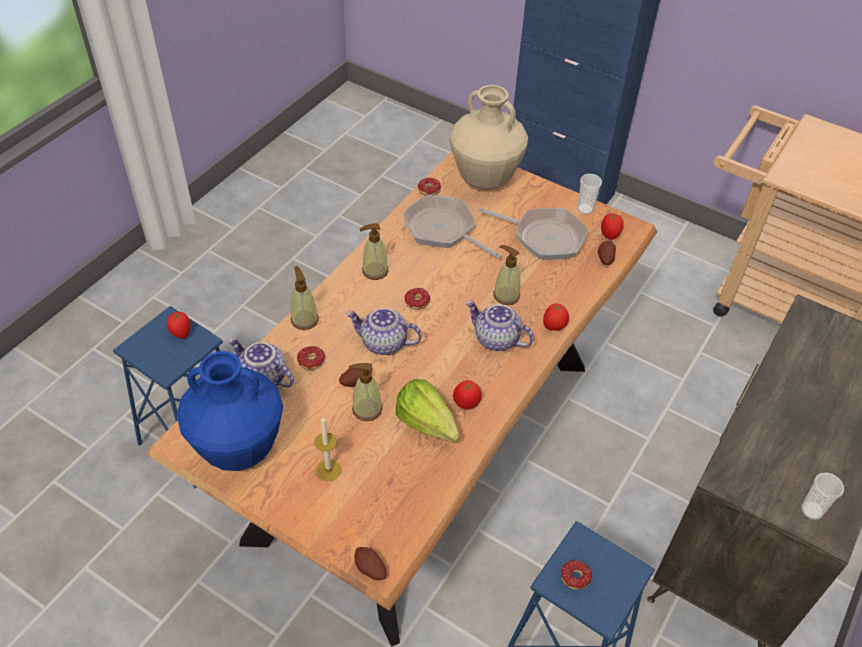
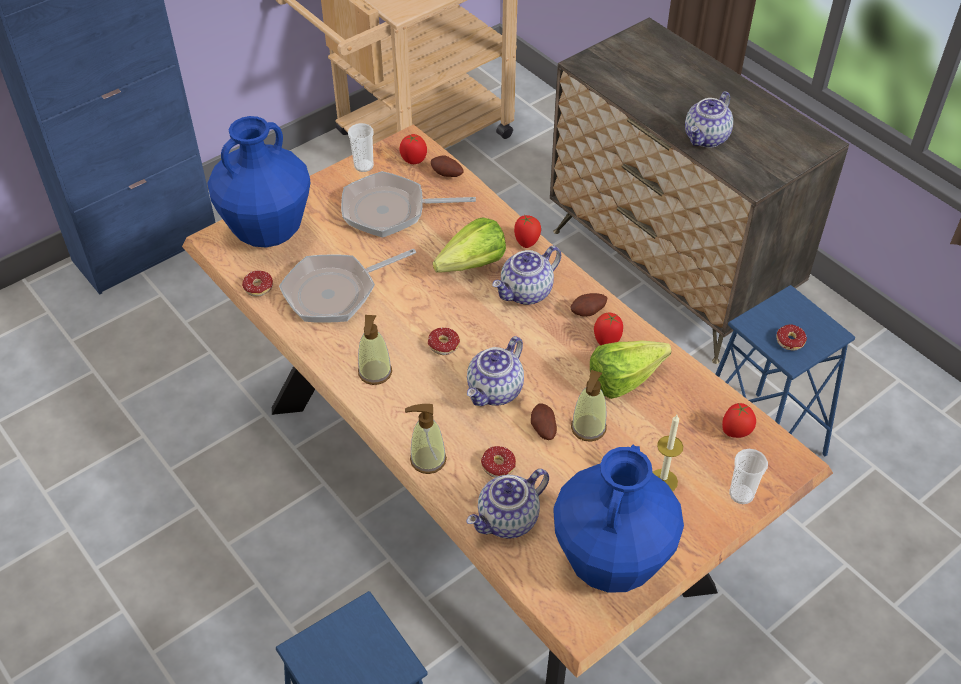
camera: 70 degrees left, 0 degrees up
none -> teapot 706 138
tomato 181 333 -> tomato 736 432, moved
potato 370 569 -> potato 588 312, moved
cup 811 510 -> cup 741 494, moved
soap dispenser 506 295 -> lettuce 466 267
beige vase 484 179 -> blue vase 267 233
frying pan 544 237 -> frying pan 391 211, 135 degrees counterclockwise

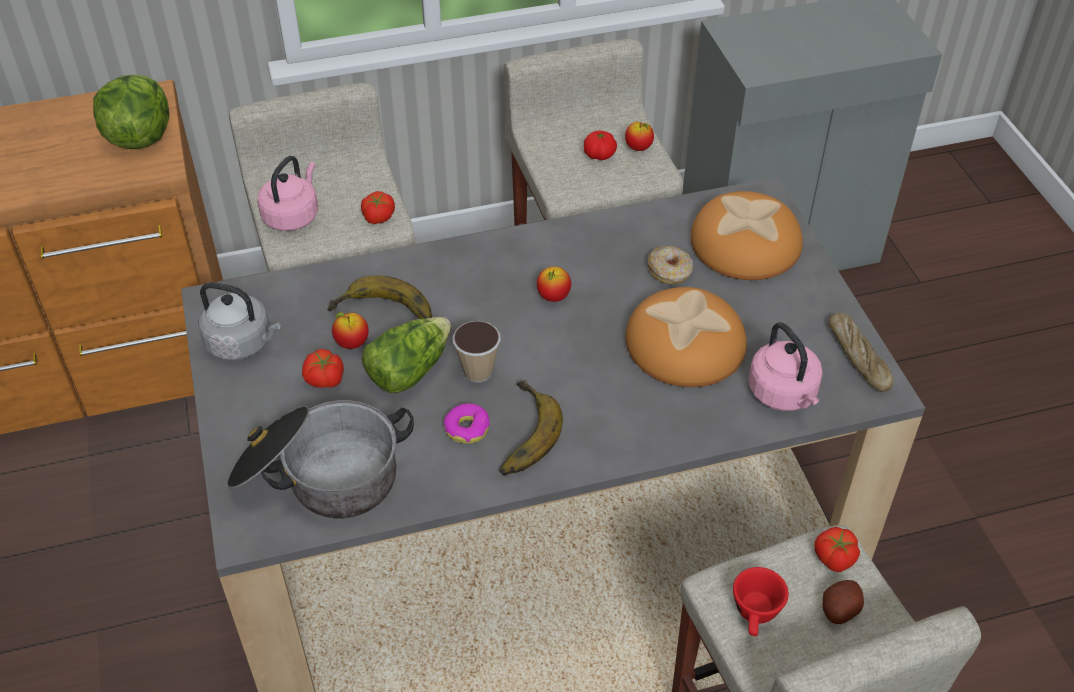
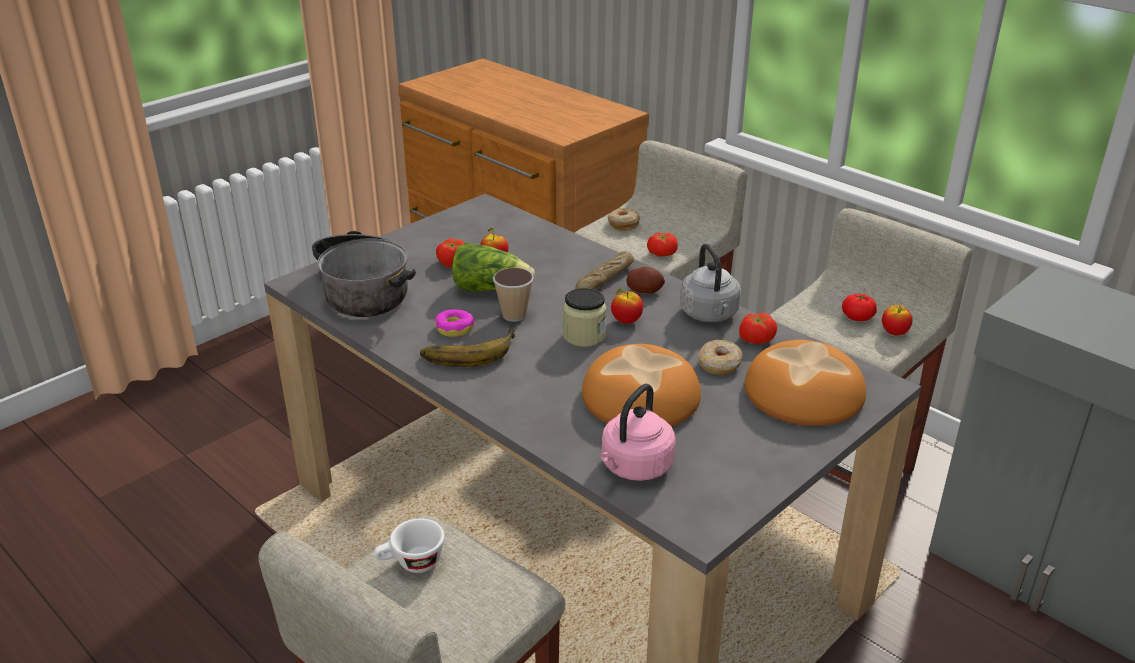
camera: 60 degrees right, 15 degrees down
lettuce 139 137 -> none
banana 383 314 -> none
none -> jar 584 336
grey kettle 242 343 -> grey kettle 710 315, moved
tomato 834 557 -> tomato 755 338, moved
potato 839 610 -> potato 644 291, moved
bread 858 357 -> bread 605 279, moved
pink kettle 292 216 -> donut 623 224
red cup 756 615 -> white cup 411 563

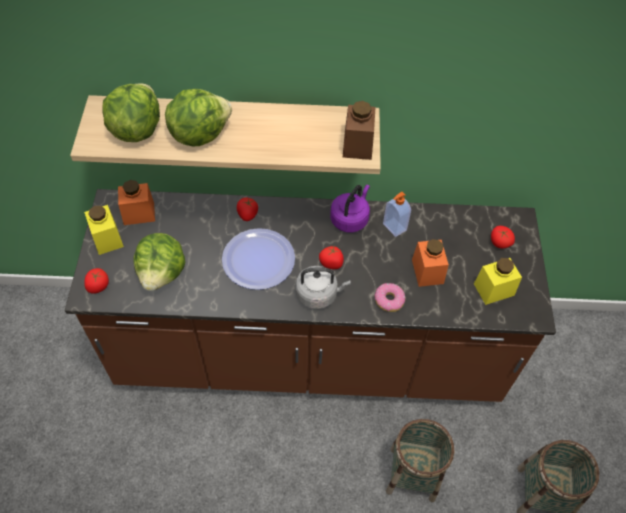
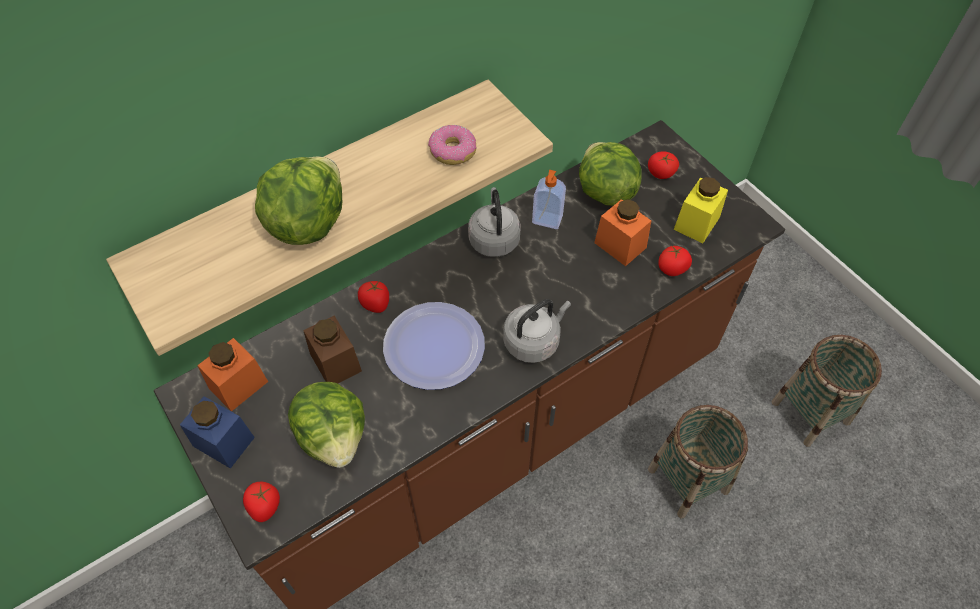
camera: 35 degrees left, 0 degrees up
lettuce 136 129 -> lettuce 605 192, moved
tomato 331 263 -> tomato 672 268, moved
brown jar 358 145 -> brown jar 335 362, moved
donut 389 300 -> donut 452 151, moved
yellow jar 107 238 -> blue jar 223 441
purple kettle 350 218 -> grey kettle 494 239

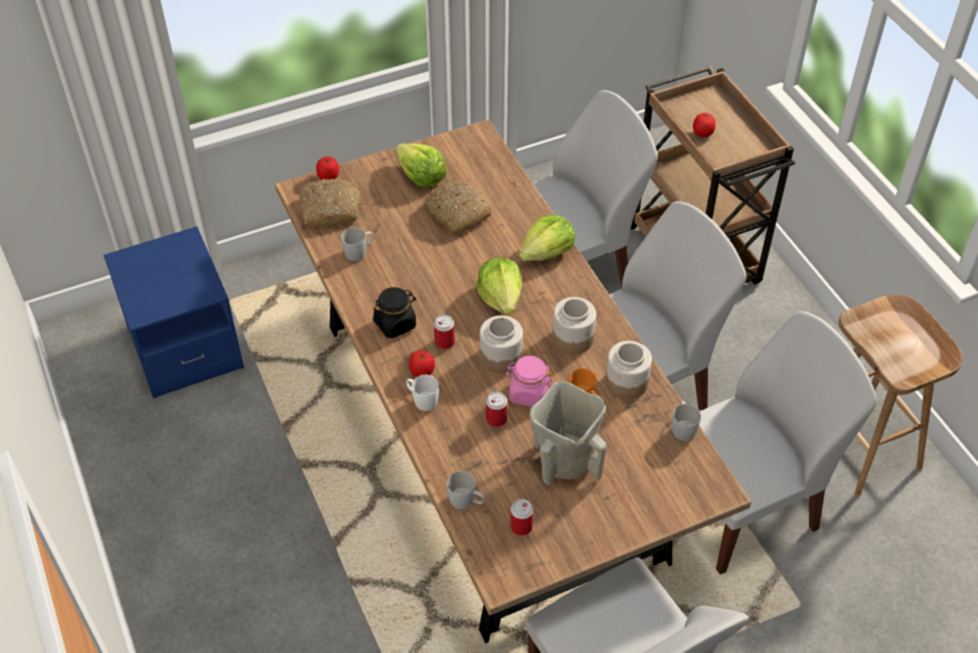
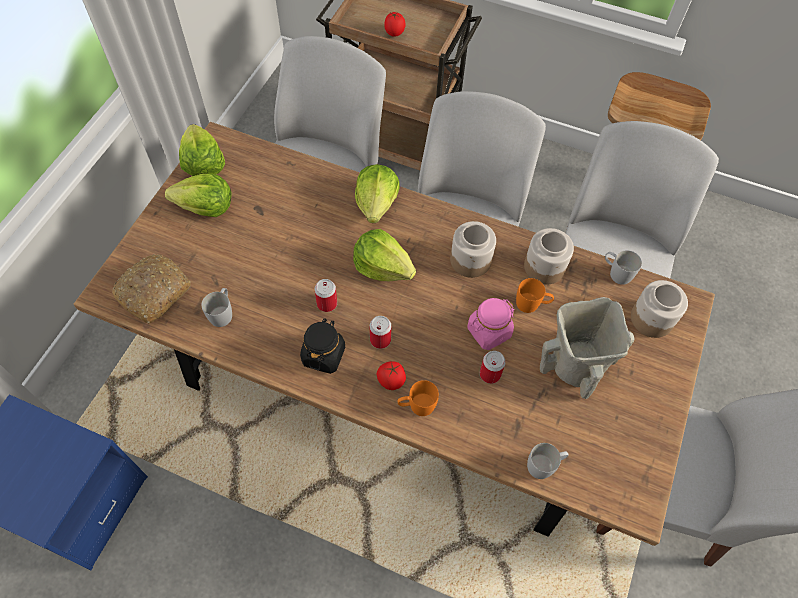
camera: 45 degrees left, 10 degrees up
tomato 329 177 -> none
bread 456 213 -> none
none -> lettuce 203 164
jar 501 356 -> jar 651 318, moved
can 521 526 -> can 327 303, moved
white mug 421 399 -> orange mug 416 406

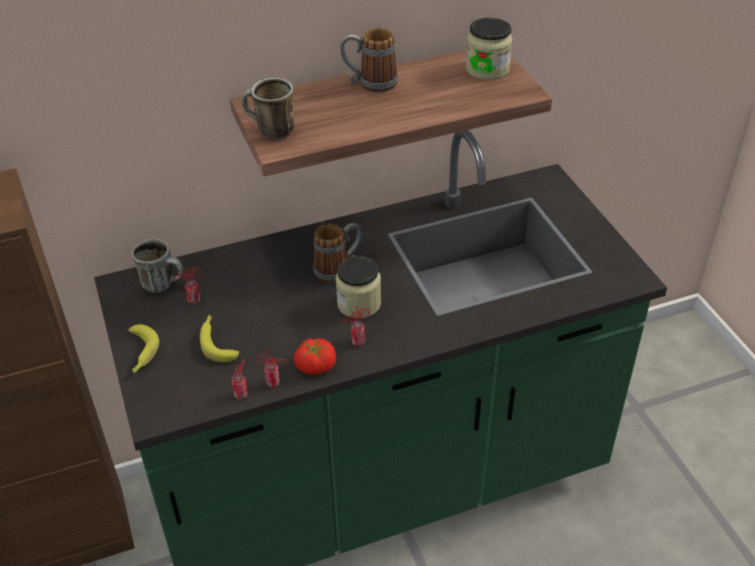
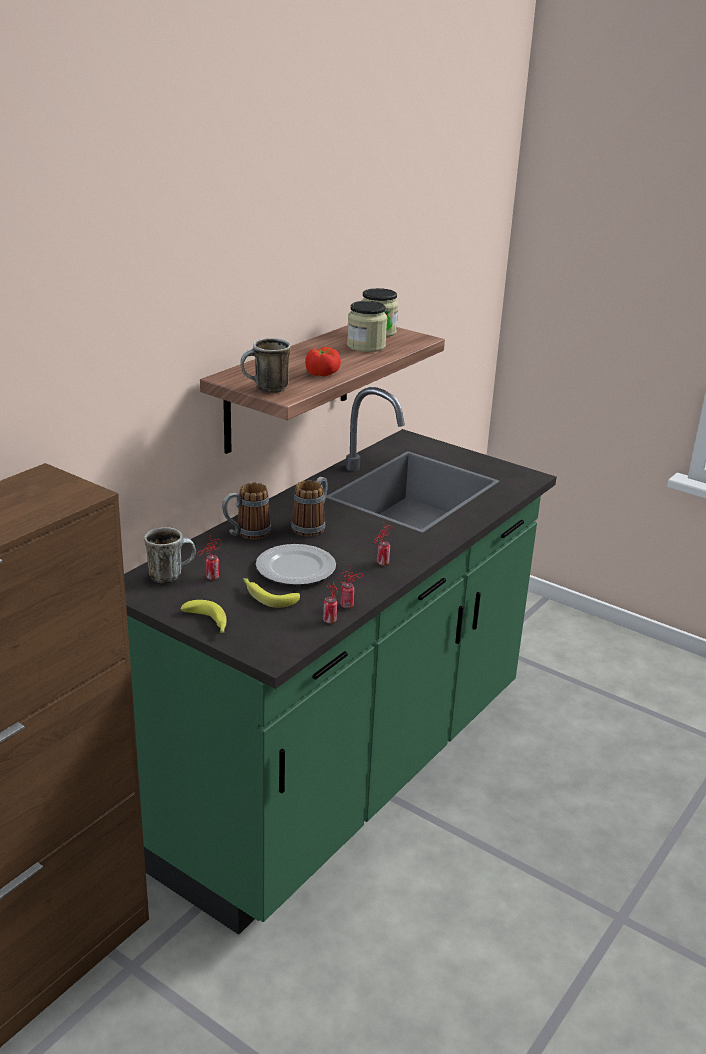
camera: 35 degrees left, 15 degrees down
none -> plate 295 569
tomato 315 365 -> tomato 321 373, moved
jar 359 304 -> jar 366 346, moved
mug 369 83 -> mug 246 534, moved

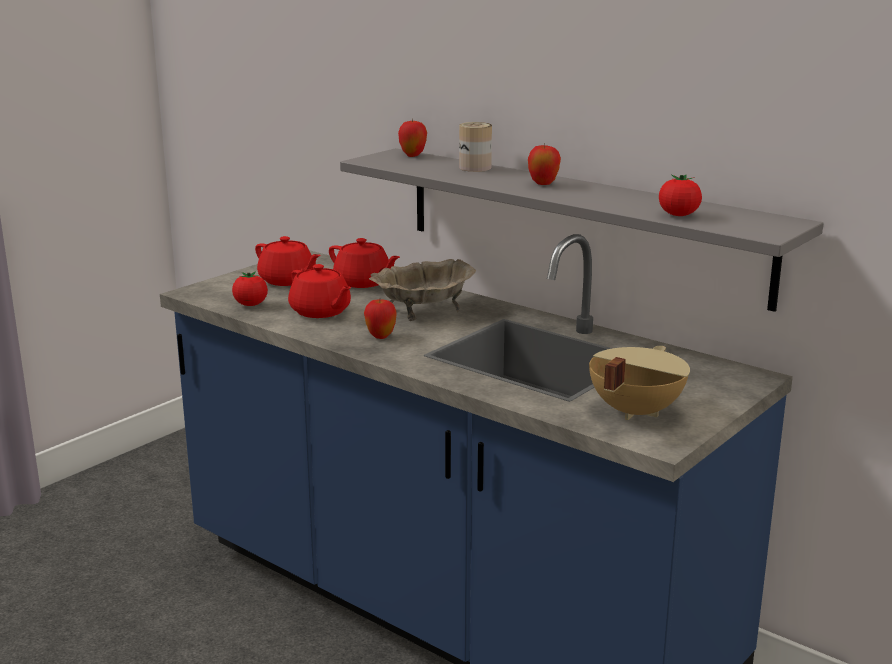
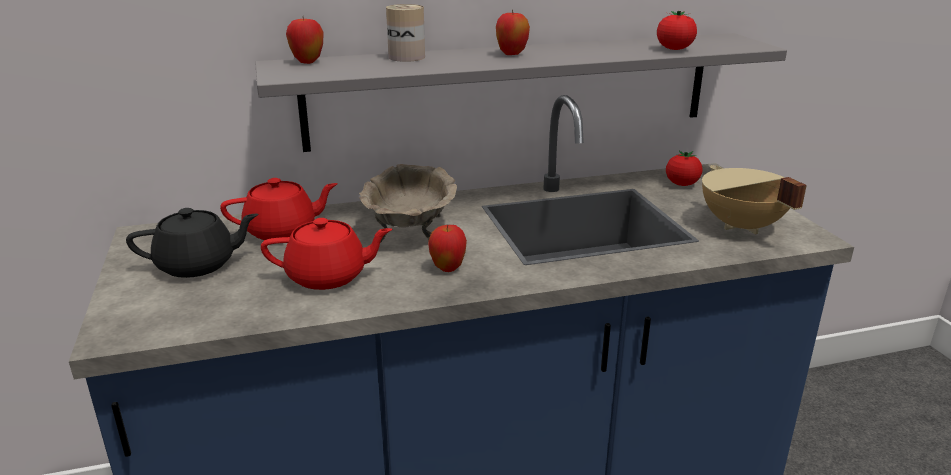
camera: 55 degrees left, 5 degrees up
tomato 250 305 -> tomato 682 184, moved
red teapot 287 280 -> black teapot 198 265

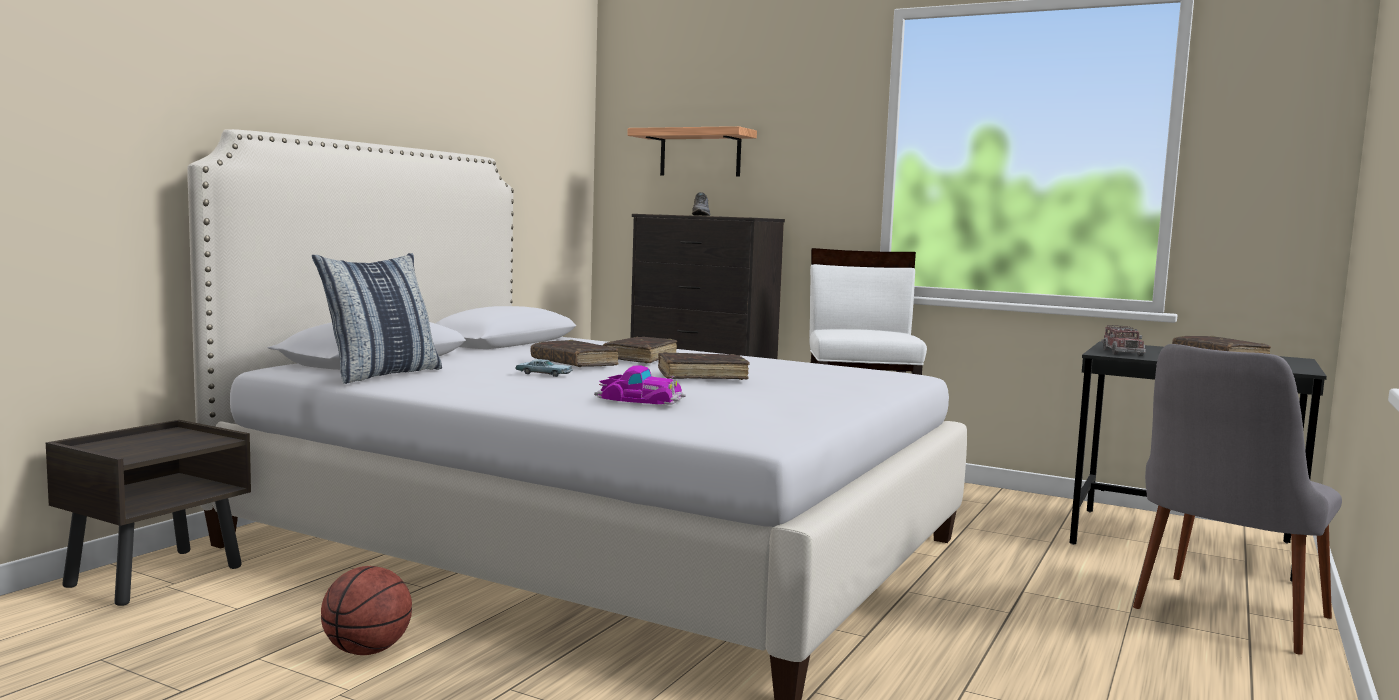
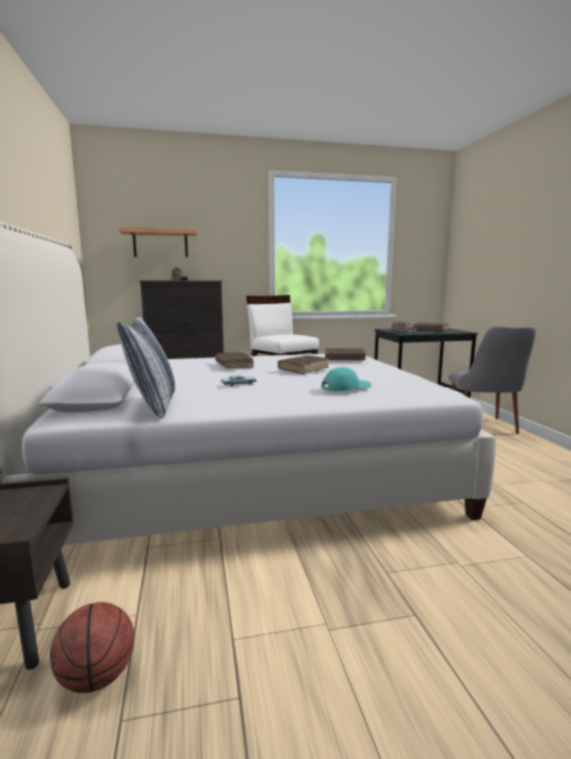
camera: 40 degrees left, 5 degrees up
basketball 367 651 -> basketball 97 677, moved
brown book 574 363 -> brown book 344 359, moved
toy car 640 398 -> turquoise cap 345 387

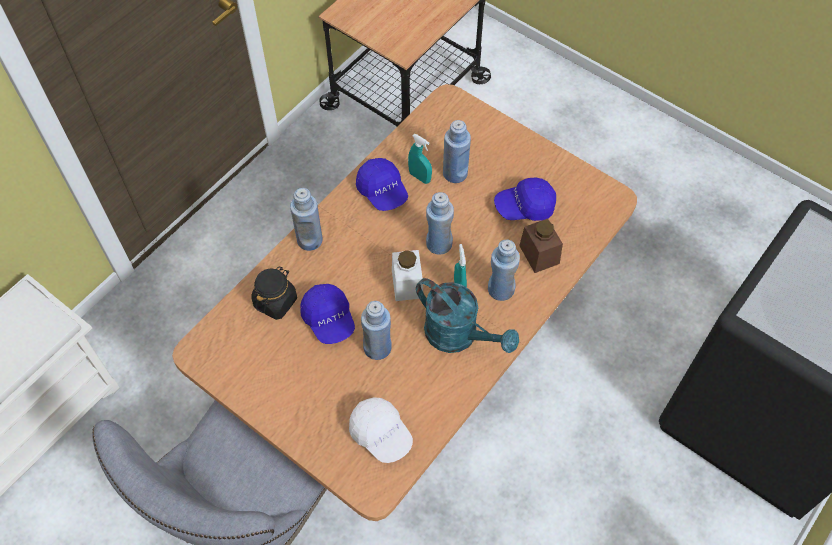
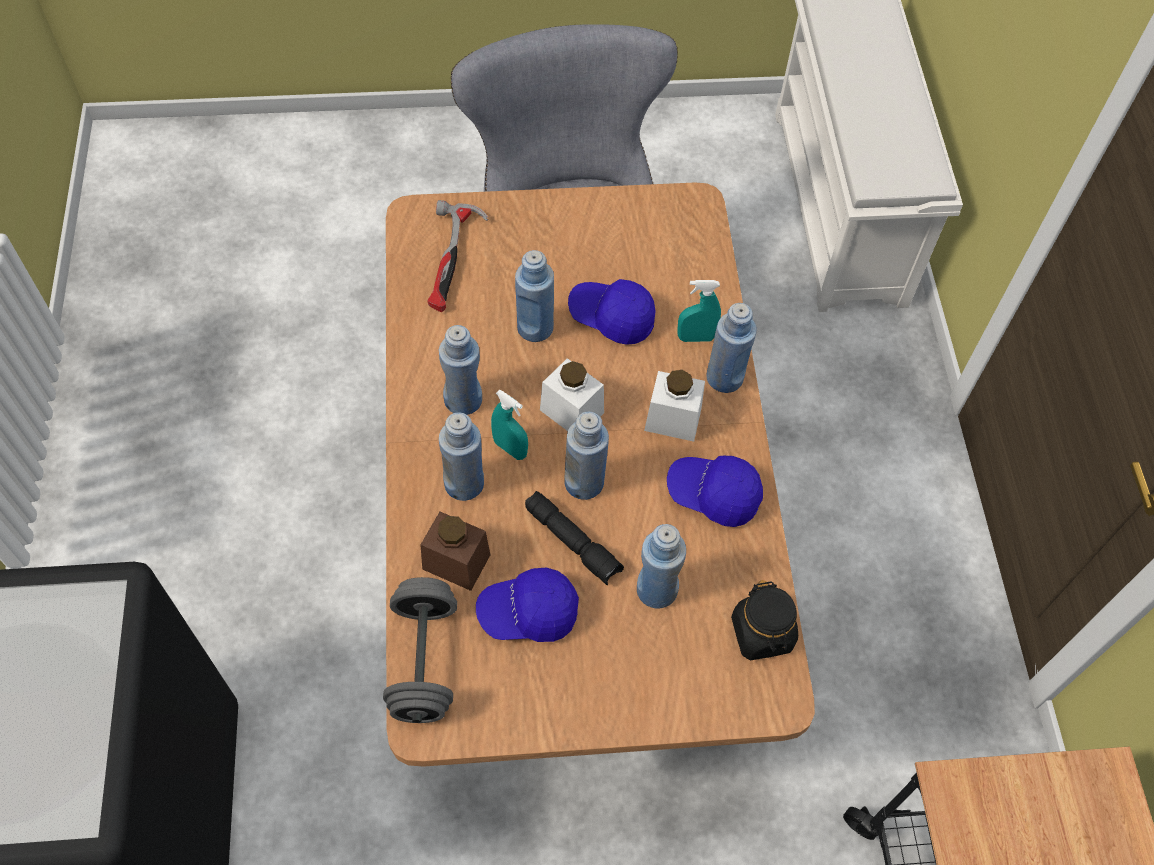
camera: 135 degrees right, 0 degrees up
none -> grey dumbbell 423 661
none -> black flashlight 573 542
none -> white jar 673 419
black jar 275 301 -> black jar 762 633, moved
turquoise spray bottle 420 177 -> turquoise spray bottle 695 338, moved
white cap 381 434 -> hammer 453 260
turquoise watering can 459 336 -> blue bottle 463 400
blue cap 524 207 -> blue cap 528 613, 135 degrees counterclockwise

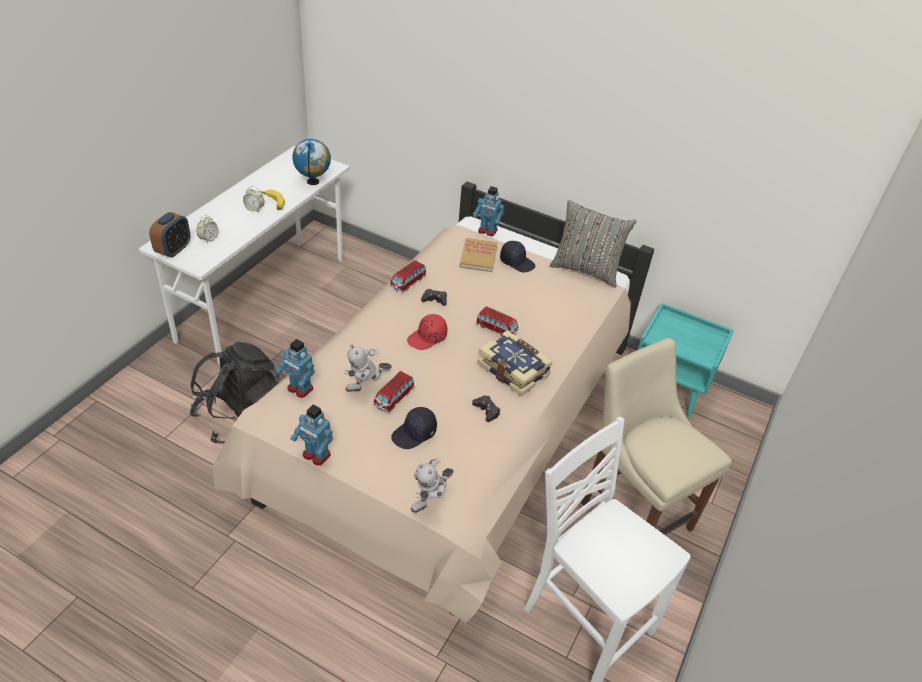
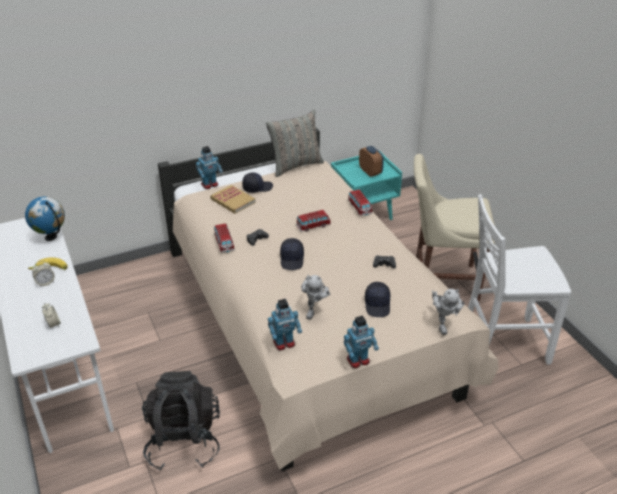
camera: 50 degrees left, 5 degrees down
book 514 370 -> none
alarm clock 173 250 -> alarm clock 370 172, moved
toy car 394 398 -> toy car 359 208, moved
red cap 427 338 -> black cap 292 259

